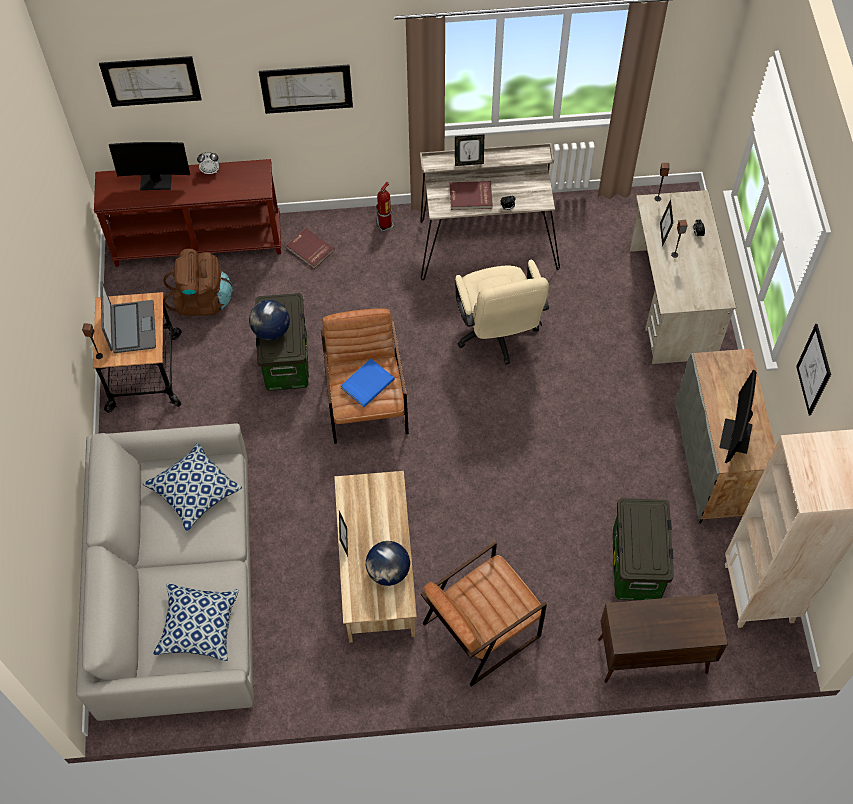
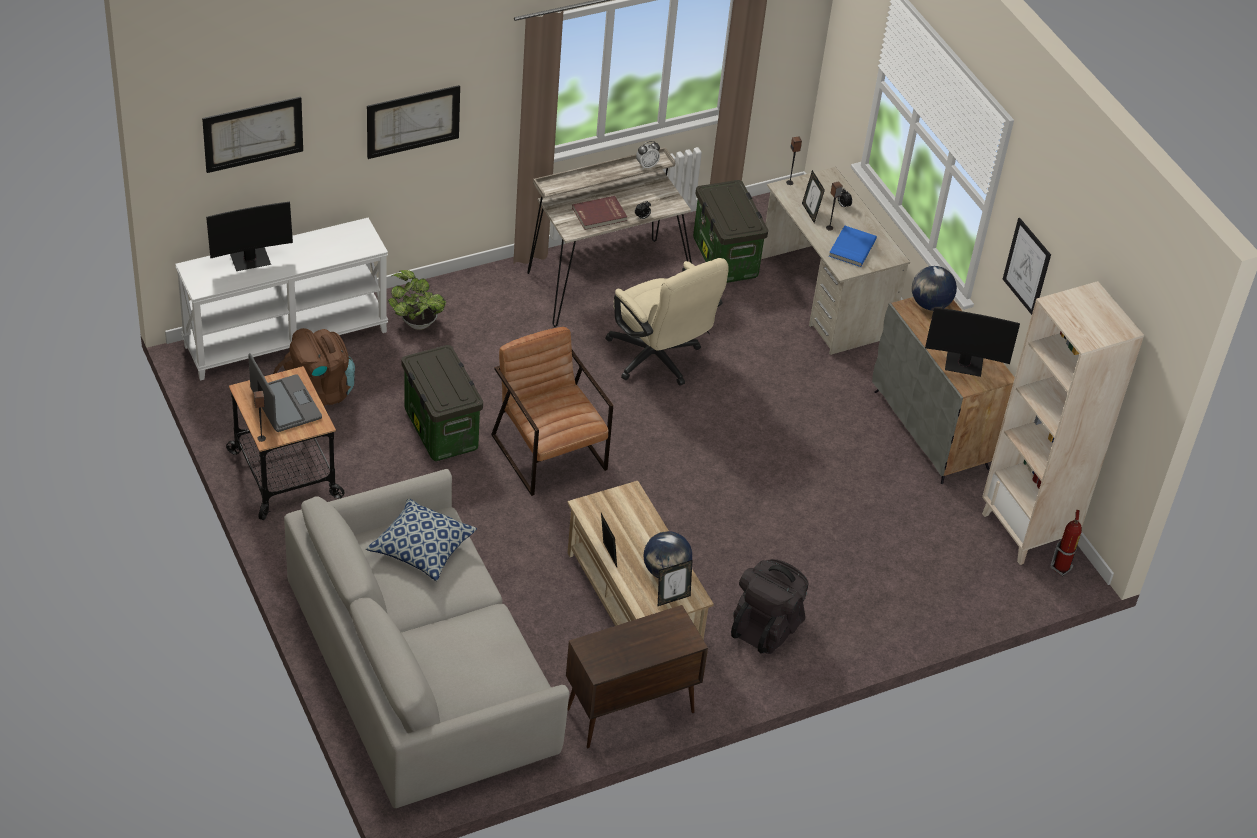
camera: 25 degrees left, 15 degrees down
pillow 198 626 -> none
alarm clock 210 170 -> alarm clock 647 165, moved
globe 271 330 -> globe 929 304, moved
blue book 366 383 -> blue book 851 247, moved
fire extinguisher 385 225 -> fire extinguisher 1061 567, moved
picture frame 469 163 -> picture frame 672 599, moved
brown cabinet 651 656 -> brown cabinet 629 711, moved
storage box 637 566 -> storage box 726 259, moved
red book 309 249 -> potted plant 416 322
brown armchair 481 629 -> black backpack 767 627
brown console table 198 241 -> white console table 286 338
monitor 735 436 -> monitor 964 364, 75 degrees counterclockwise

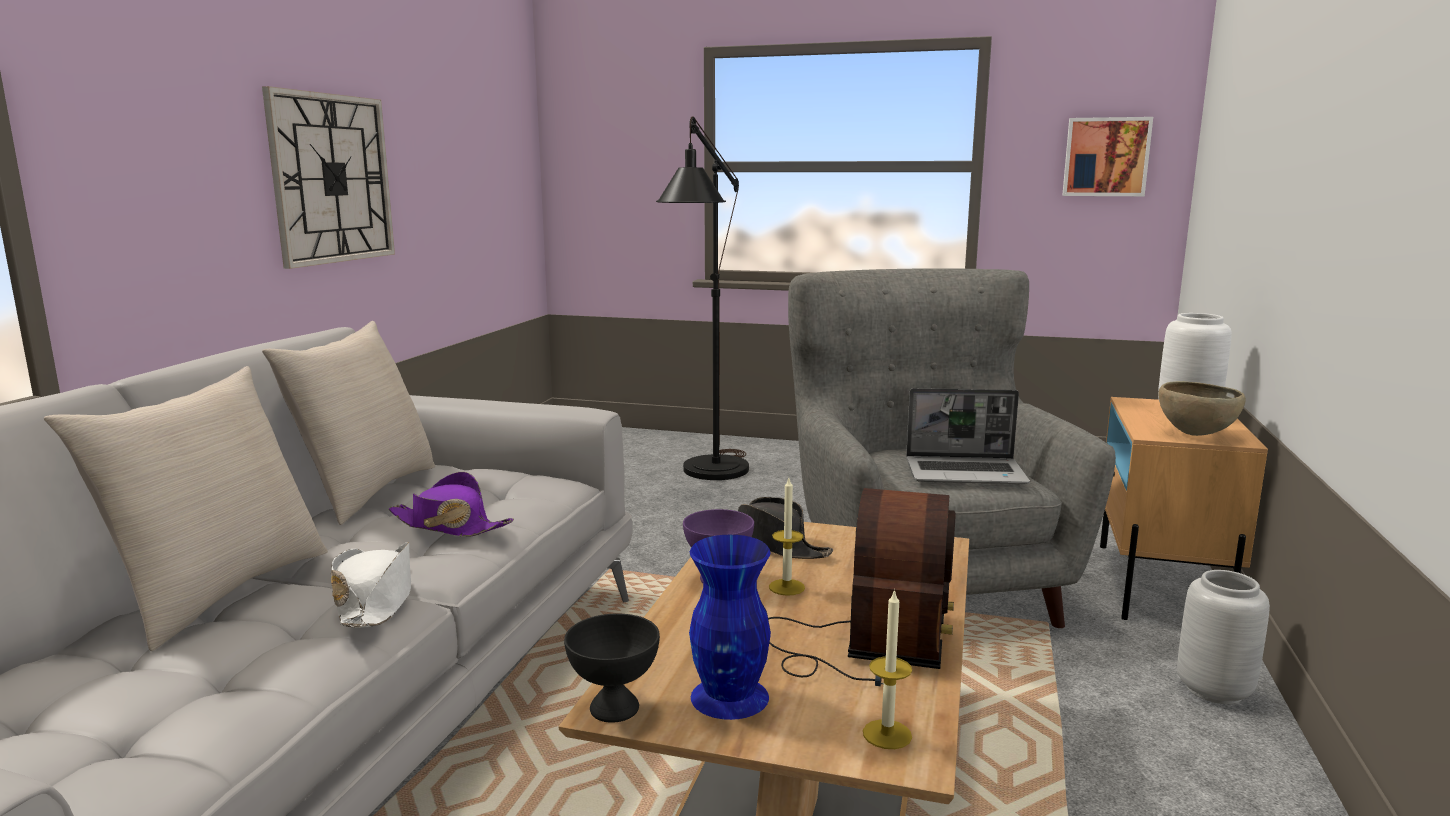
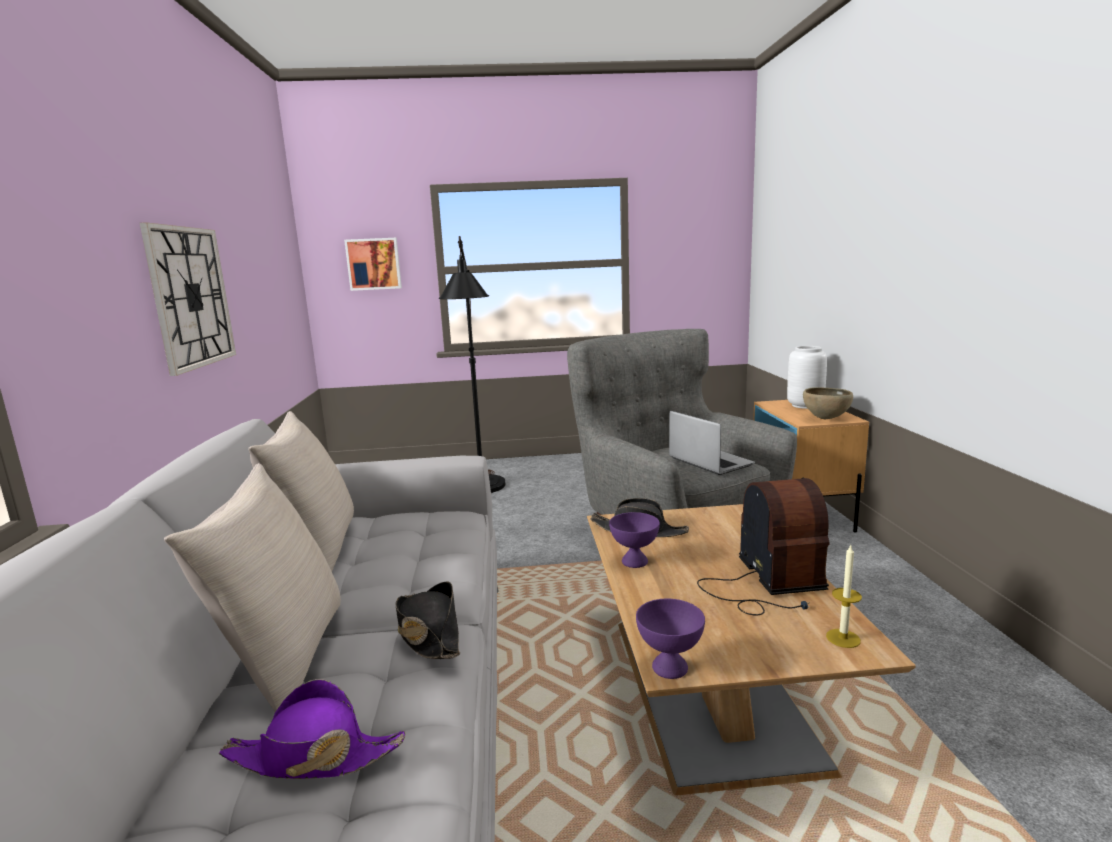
camera: 20 degrees left, 0 degrees up
blue vase 730 697 -> none
candle 786 587 -> none
grey vase 1215 690 -> none
purple hat 449 525 -> purple hat 313 756, moved
picture 1106 157 -> picture 374 264, moved
white hat 376 600 -> black hat 429 633
black bowl 613 709 -> purple bowl 670 668
laptop 966 473 -> laptop 709 462, 105 degrees counterclockwise

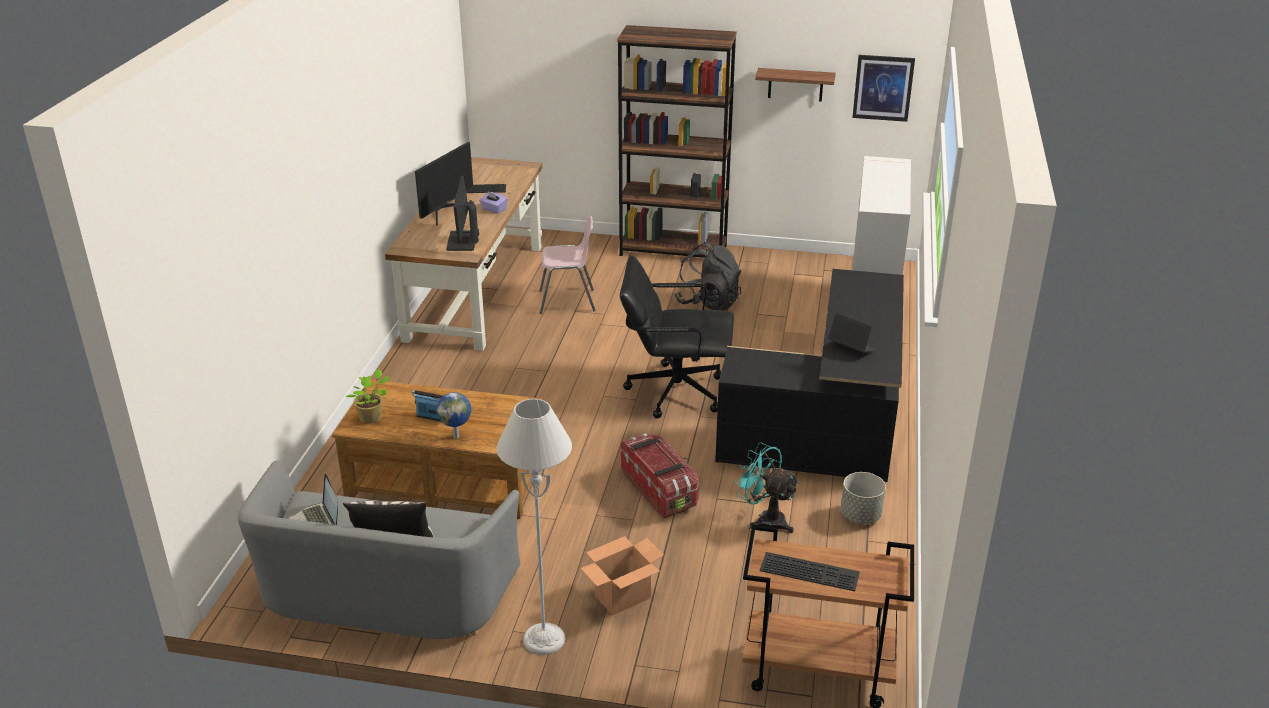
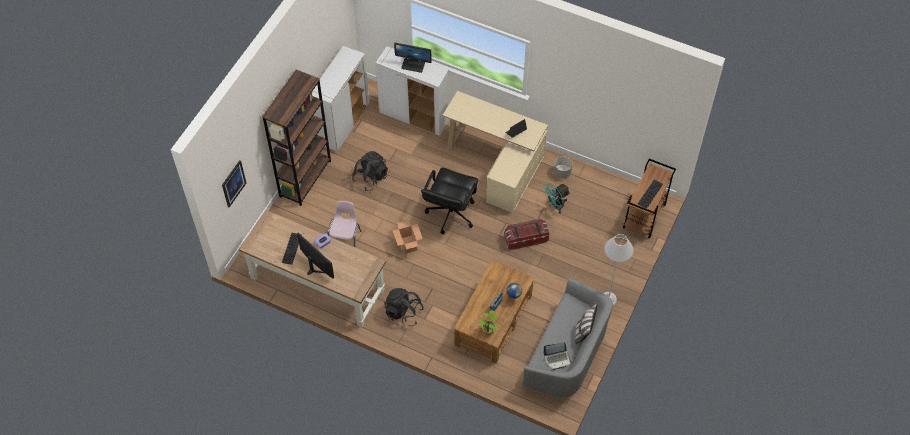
camera: 75 degrees left, 25 degrees up
shelf 795 84 -> none
none -> white cabinet 343 123
none -> black backpack 403 313
monitor 463 241 -> monitor 413 65, moved
cardboard box 622 597 -> cardboard box 408 245, moved
picture 883 88 -> picture 233 183, moved
black desk 828 427 -> beige desk 498 163

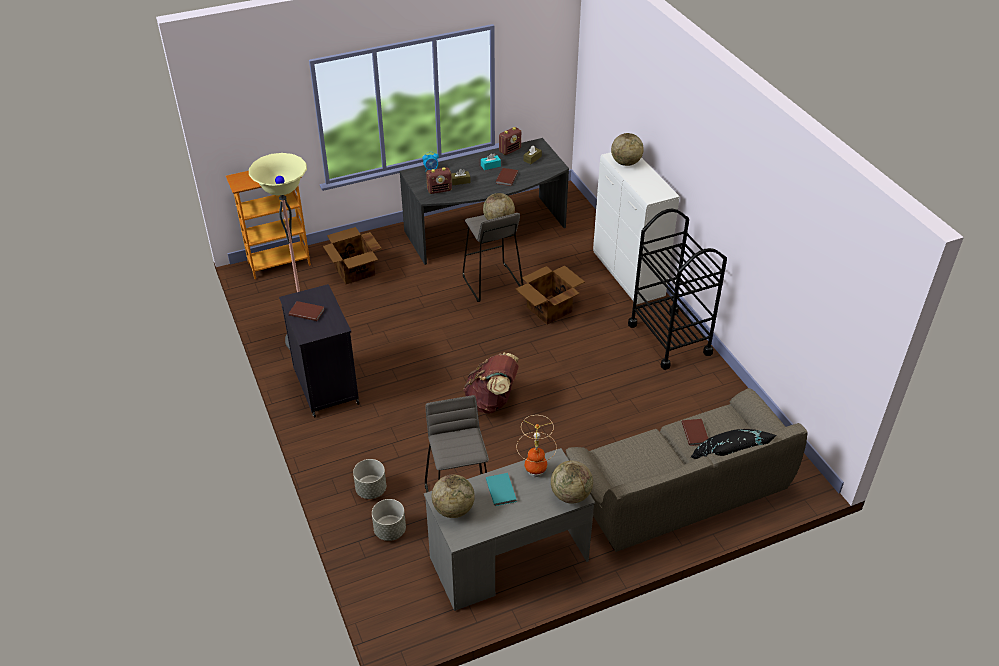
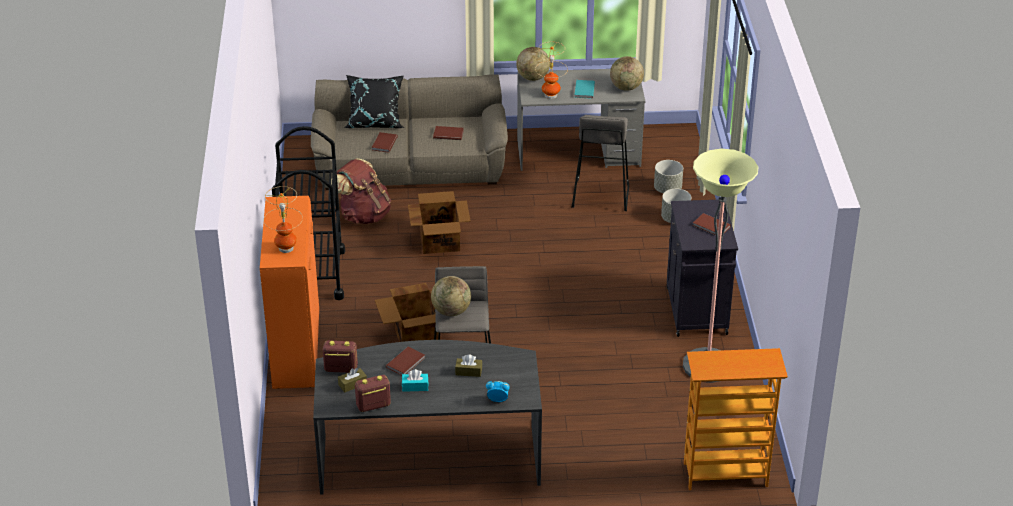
camera: 160 degrees left, 5 degrees down
none -> brown book 448 134
cardboard box 355 271 -> cardboard box 440 241, moved
radio 439 190 -> radio 340 369, moved
brown backpack 492 401 -> brown backpack 363 215, moved
globe 626 163 -> table lamp 286 248
white cabinet 628 275 -> orange cabinet 296 351

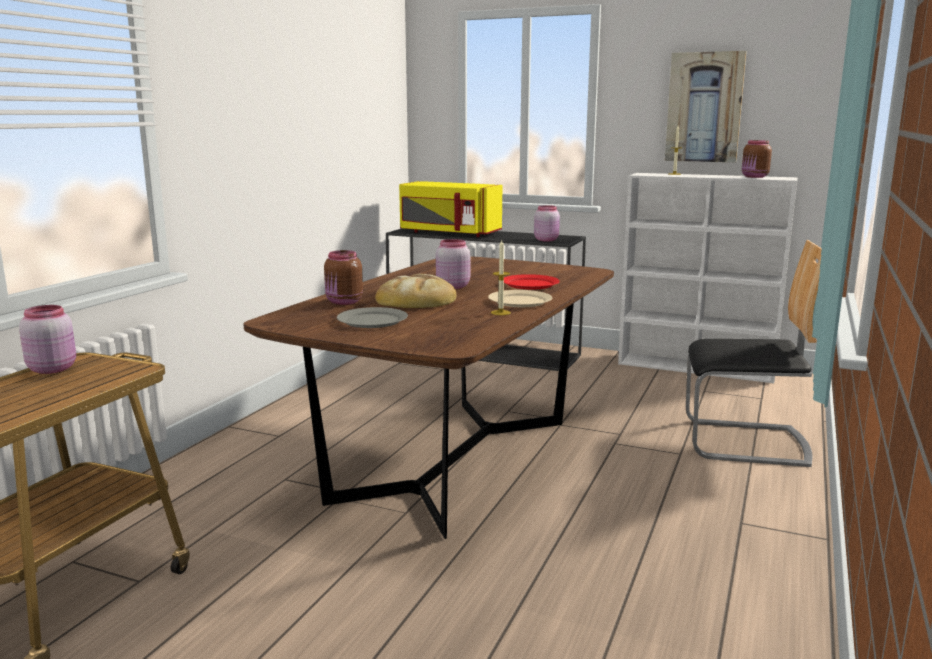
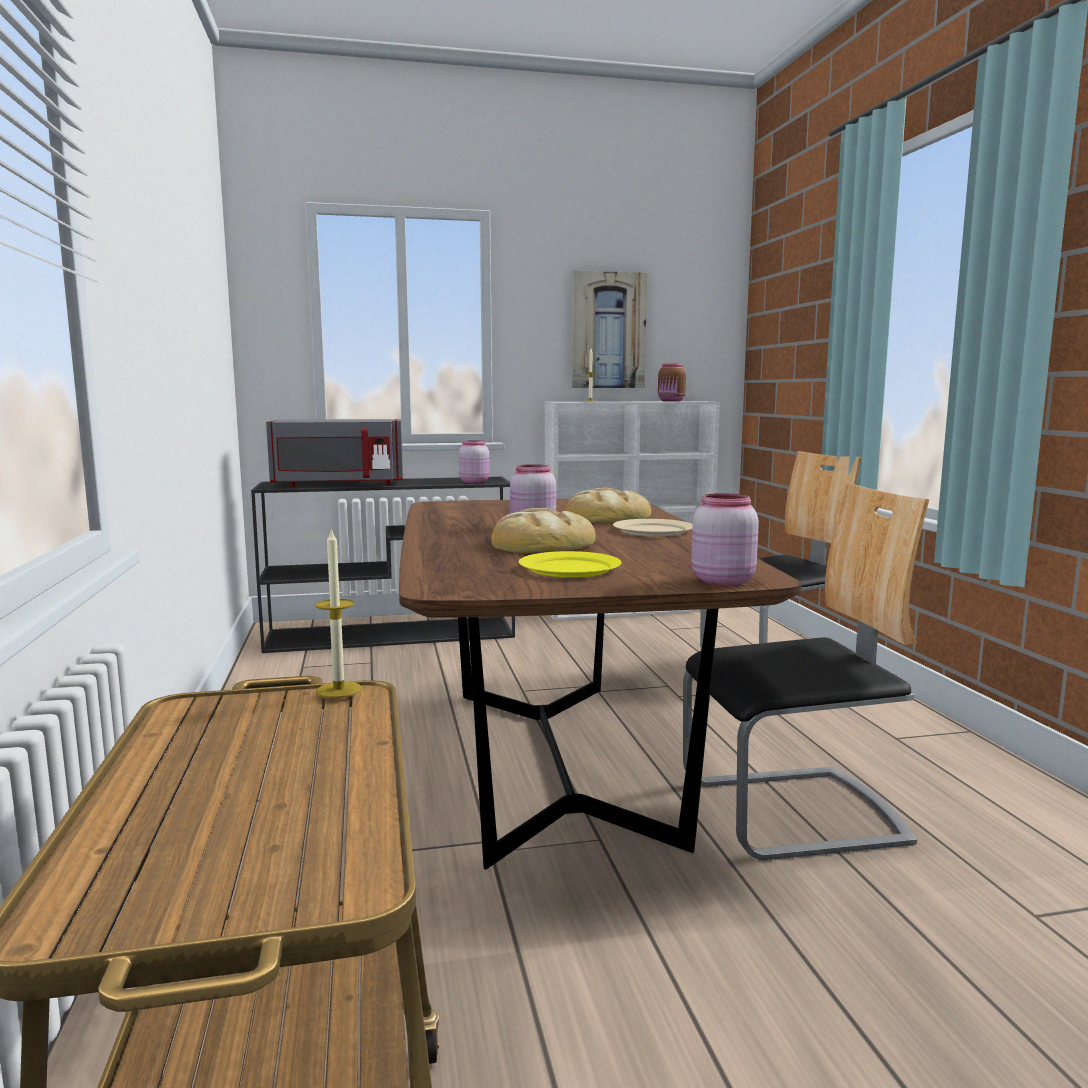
camera: 35 degrees left, 5 degrees down
brown jar 344 302 -> none
none -> chair 793 812
pink jar 52 368 -> pink jar 721 581, moved
candle 500 312 -> candle 339 690, moved
red plate 530 284 -> bread 606 516
grey plate 372 320 -> yellow plate 569 568
yellow microwave 448 233 -> grey microwave 338 484

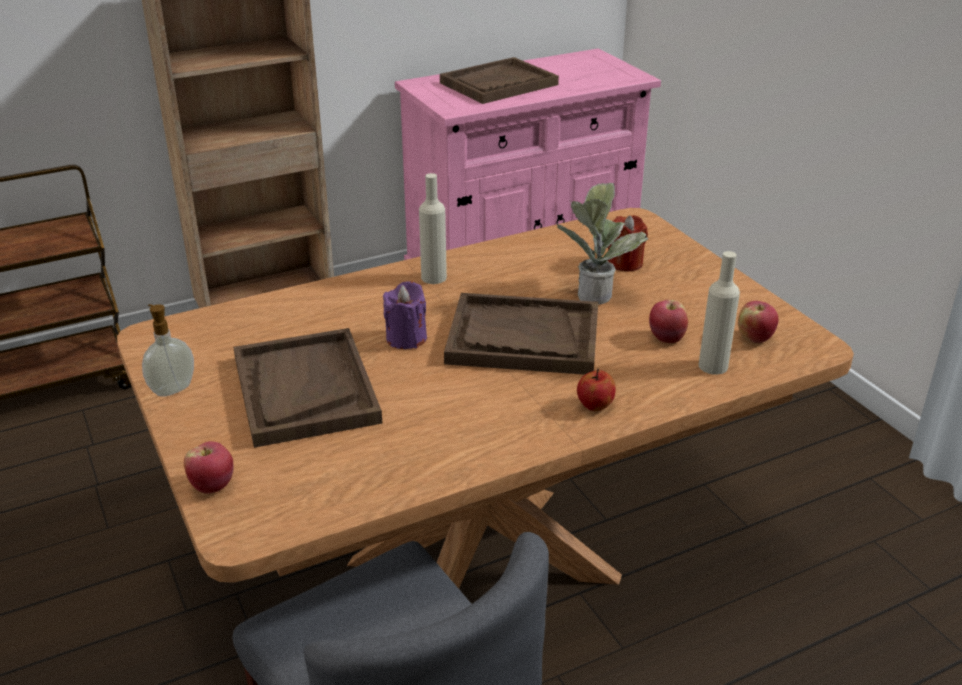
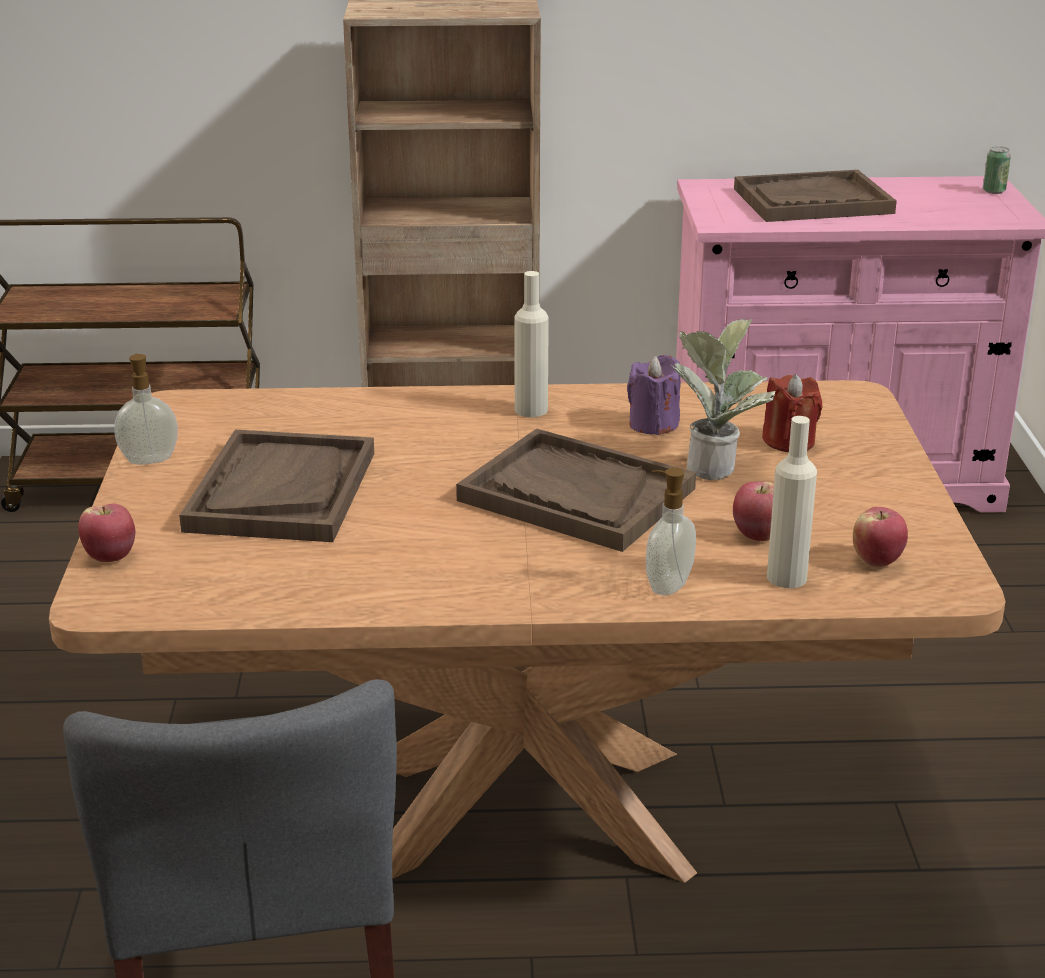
camera: 25 degrees right, 5 degrees down
apple 595 406 -> none
none -> soap dispenser 667 585
none -> can 993 191
purple candle 406 338 -> purple candle 653 424, moved

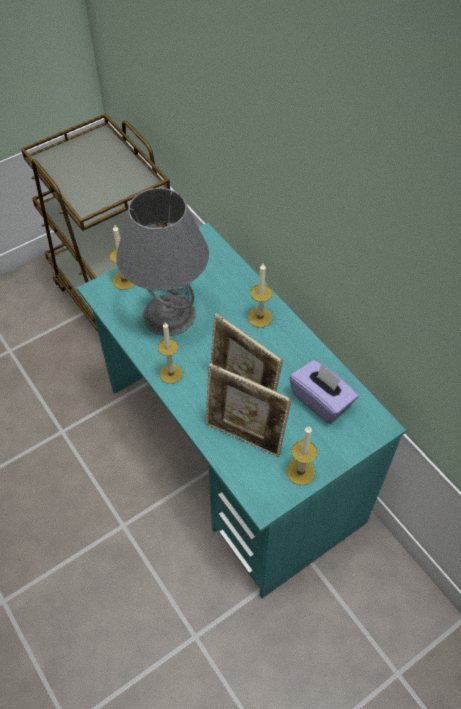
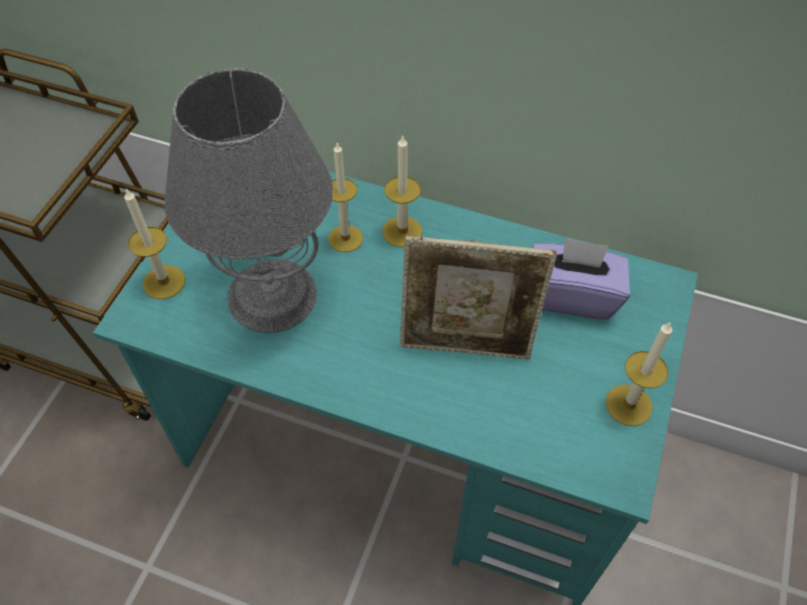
camera: 35 degrees left, 0 degrees up
picture frame 244 437 -> none
candle 171 374 -> candle 345 238, moved

